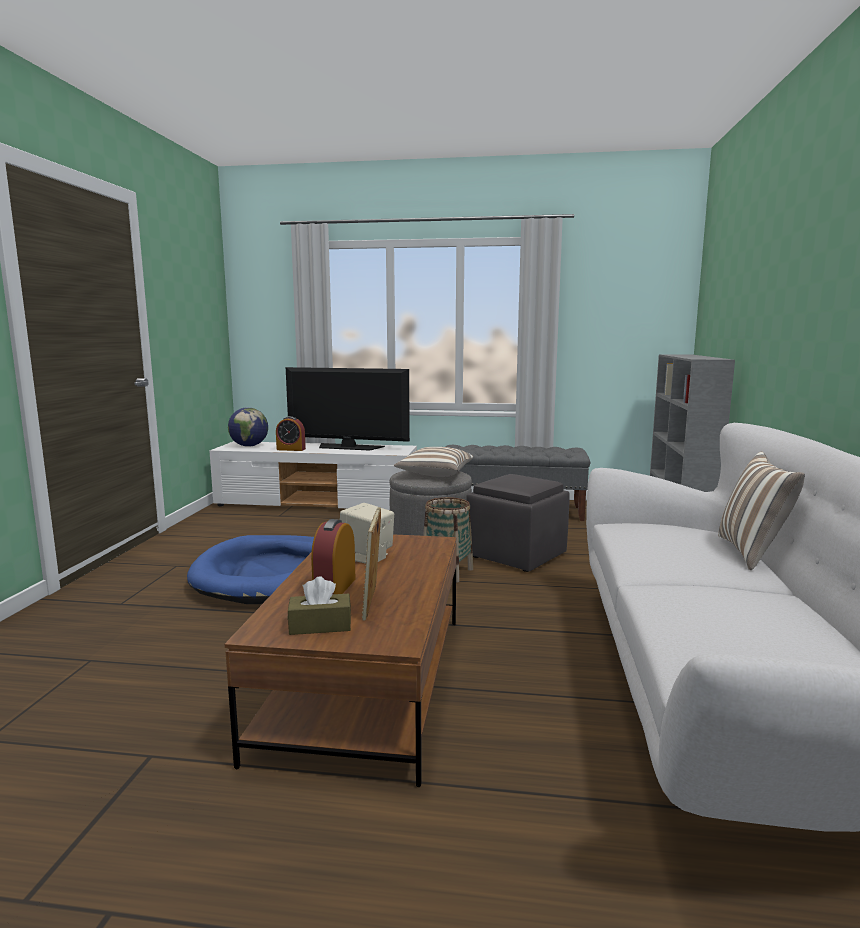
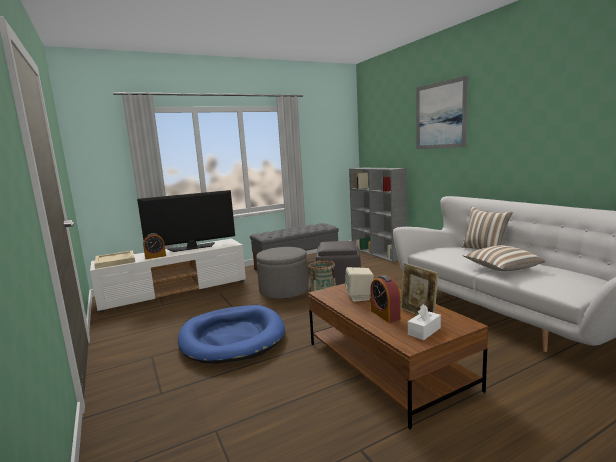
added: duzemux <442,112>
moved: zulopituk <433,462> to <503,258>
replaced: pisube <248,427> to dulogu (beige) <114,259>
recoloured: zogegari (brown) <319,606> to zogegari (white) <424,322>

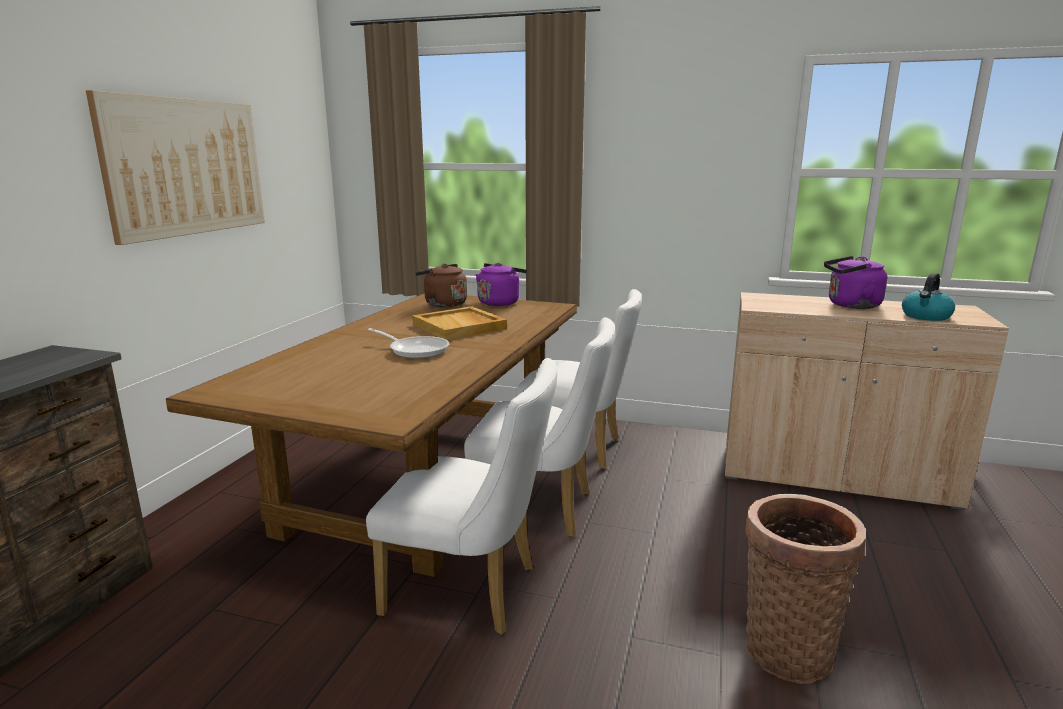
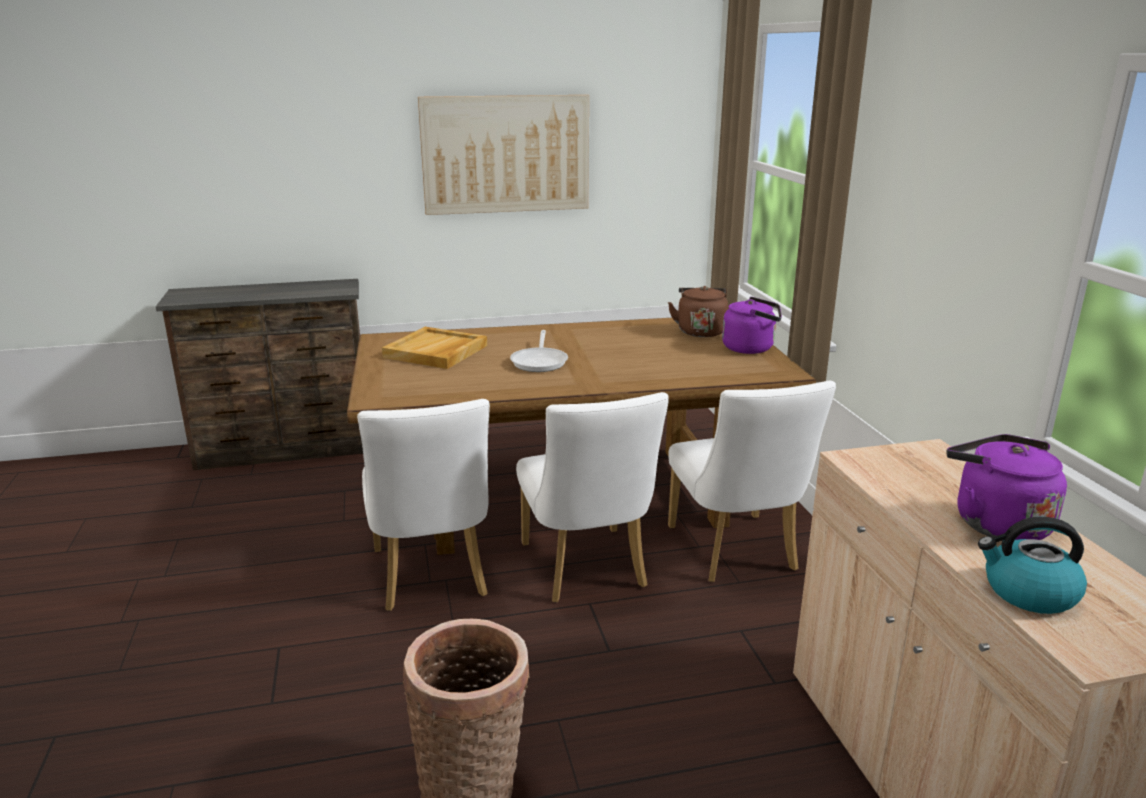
moved: dulogu (beige) <459,323> to <434,348>

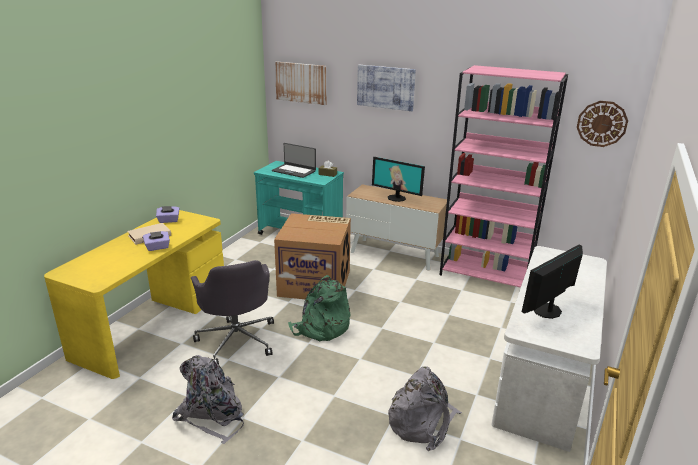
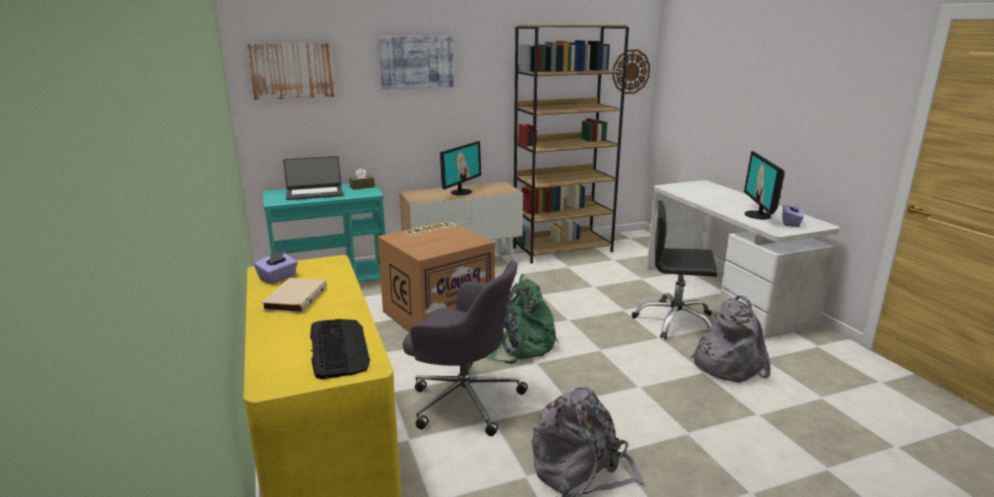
added: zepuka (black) <675,269>; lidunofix <340,349>
moved: zogegari (purple) <156,241> to <793,214>
recoloured: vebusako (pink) <504,176> to vebusako (brown) <571,144>
turned: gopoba <398,179> = <460,168> 45 degrees counterclockwise

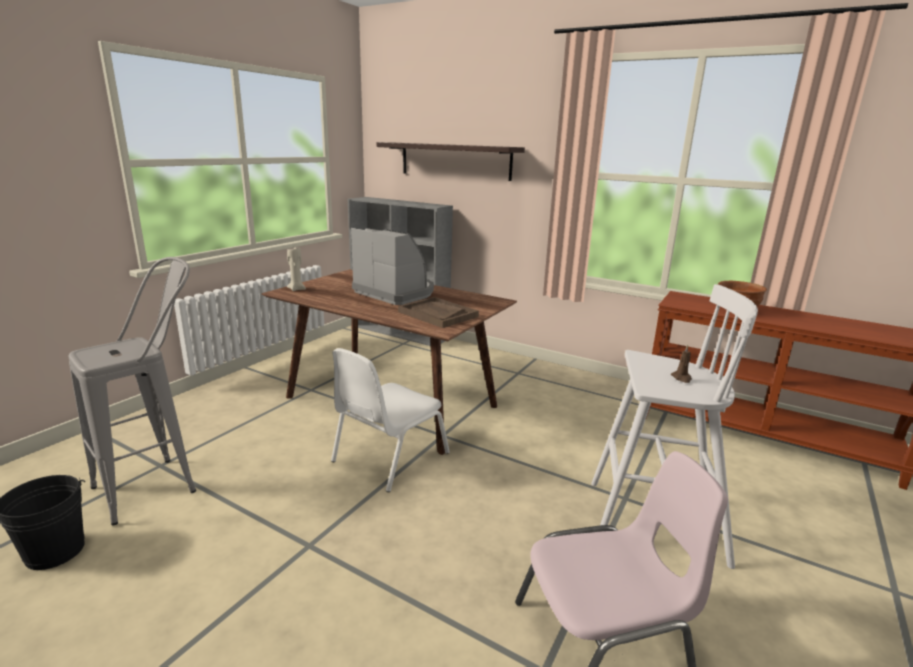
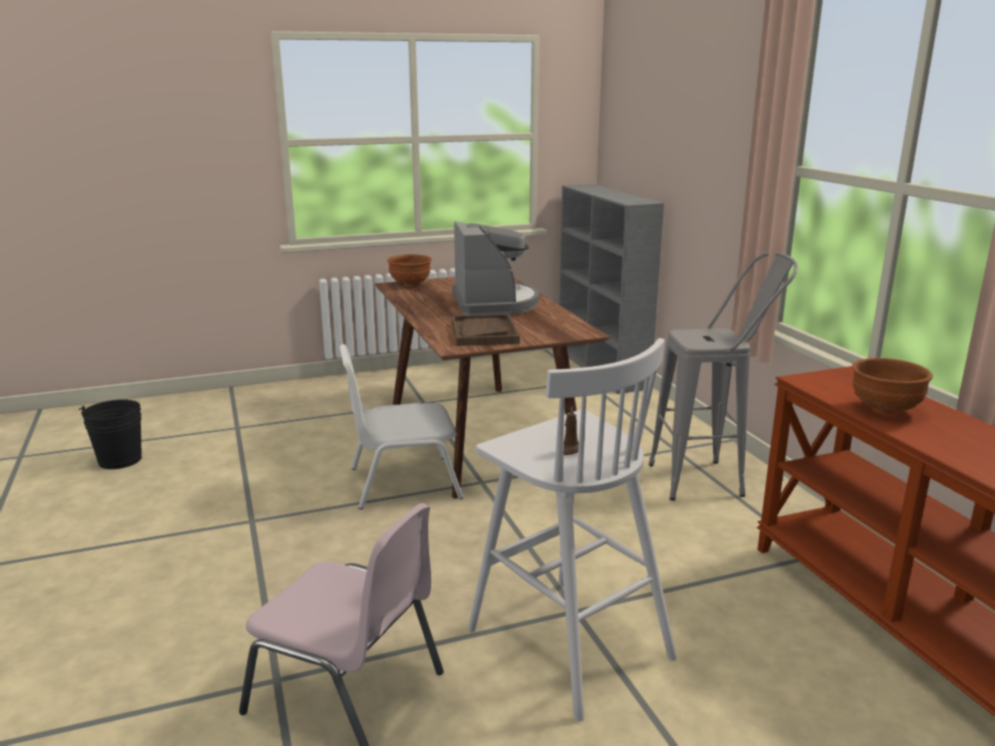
removed: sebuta <451,161>
moved: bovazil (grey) <132,391> to <723,376>
replaced: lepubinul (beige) <296,269> to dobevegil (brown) <409,270>

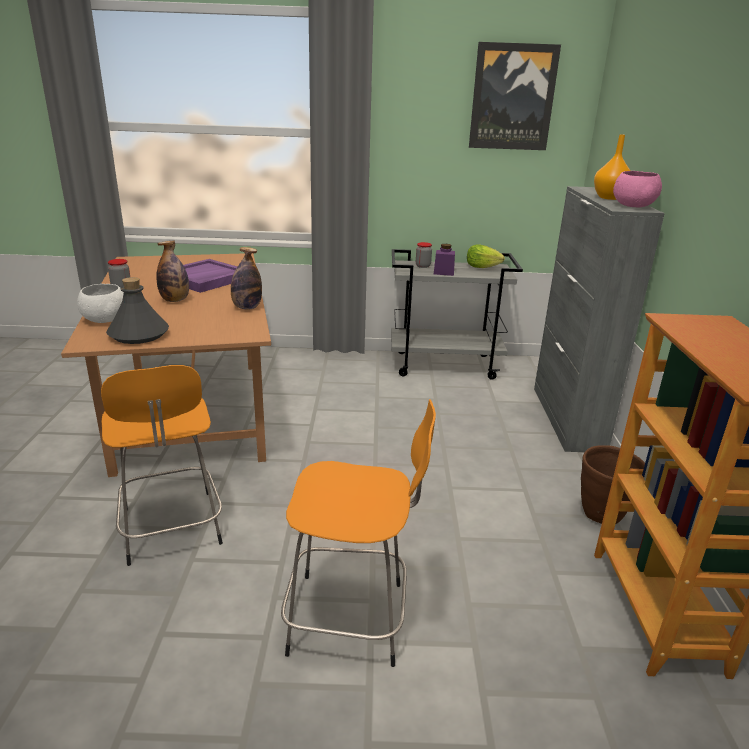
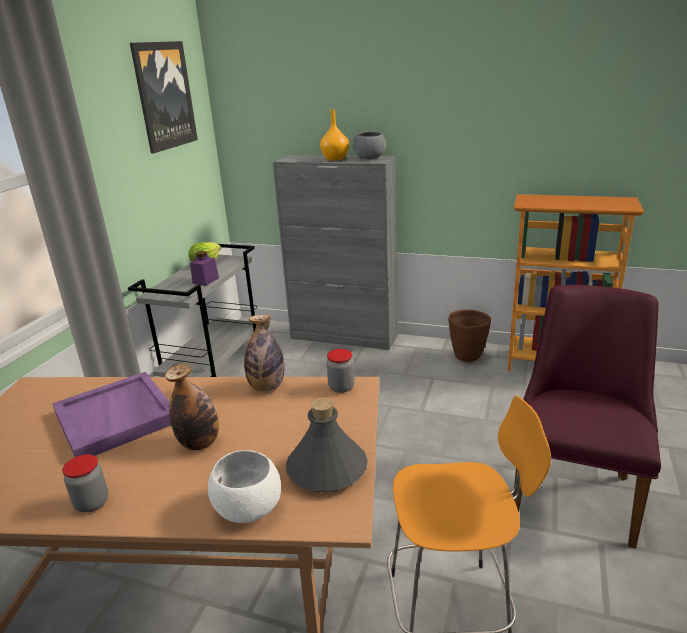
moved: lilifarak <424,255> to <340,371>
replaced: bovazil (orange) <358,533> to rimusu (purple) <587,417>
recoloured: dobevegil (pink) <637,189> to dobevegil (grey) <369,145>

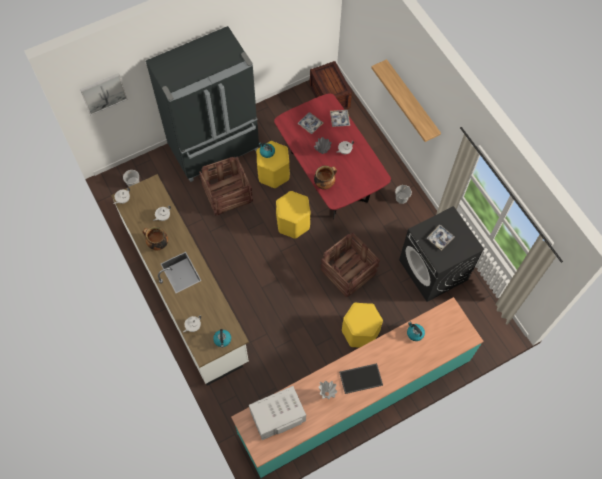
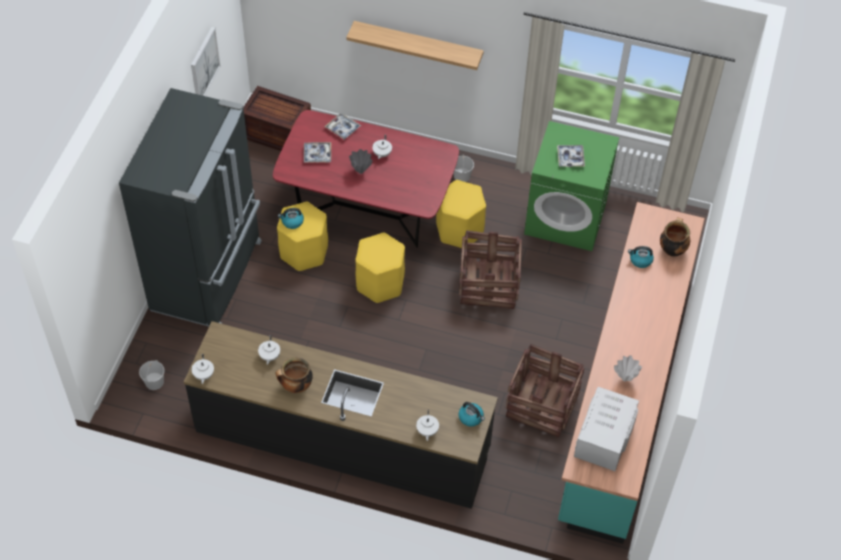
removed: dulogu <361,378>
moved: duzemux <104,94> to <205,61>; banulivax <226,186> to <545,390>; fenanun <325,178> to <675,237>; bovazil (yellow) <362,325> to <461,214>
recoloured: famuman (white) <180,279> to famuman (black) <341,415>; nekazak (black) <442,254> to nekazak (green) <571,186>

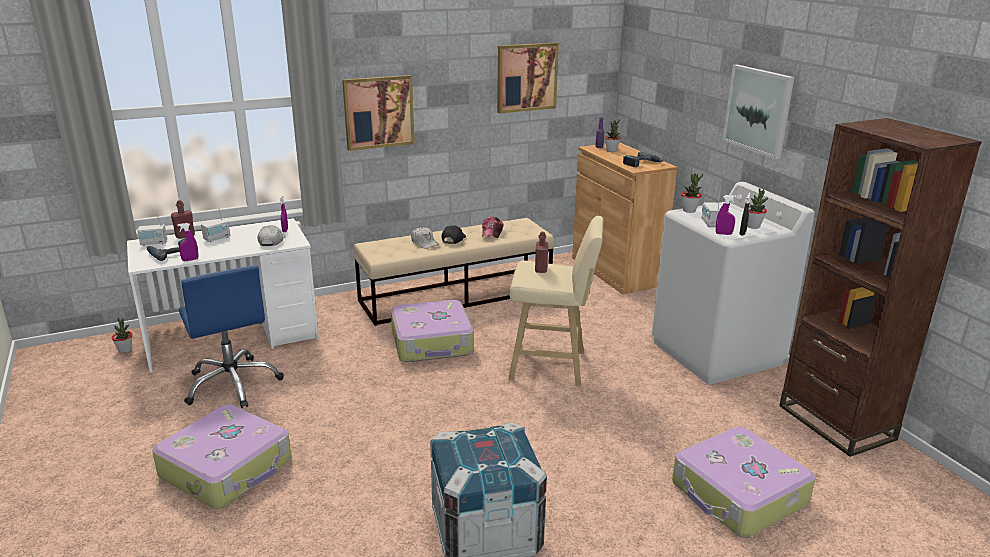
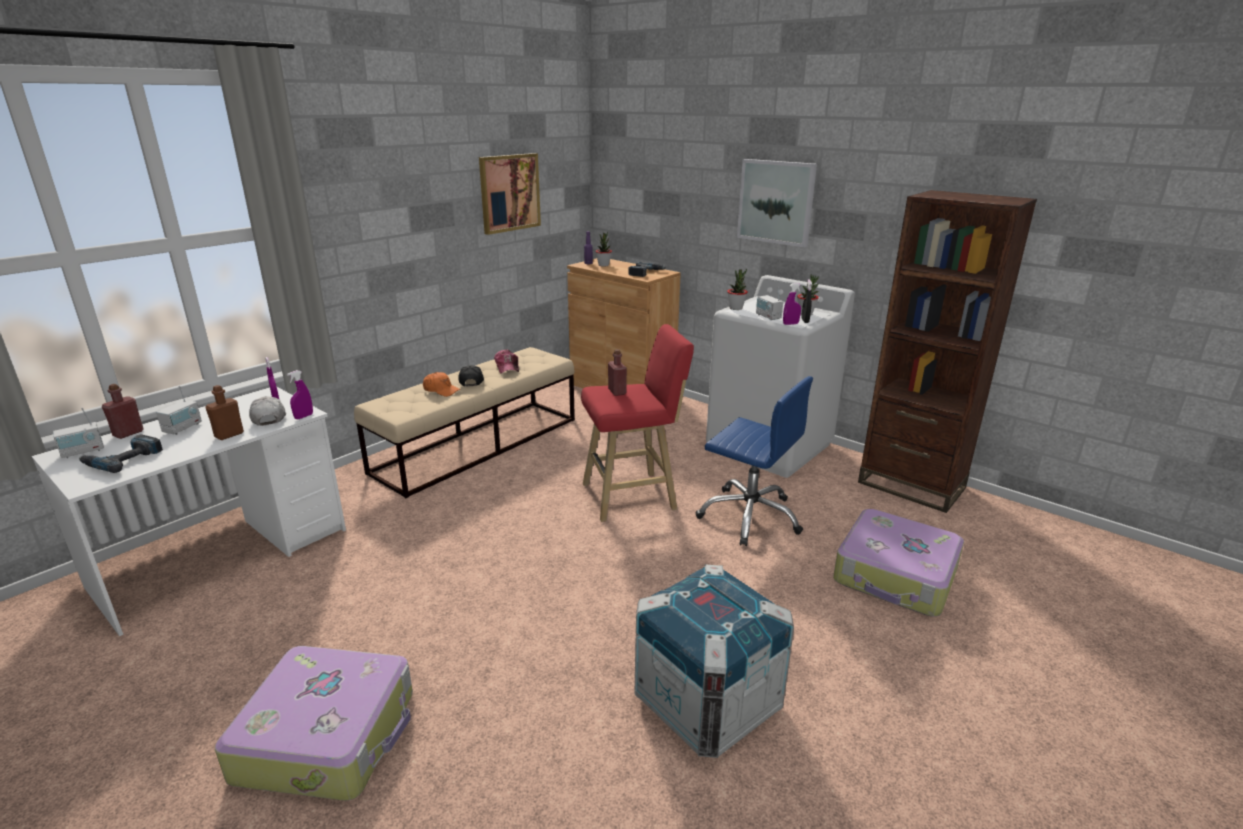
removed: duzemux <378,113>; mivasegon <432,331>; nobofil <122,335>
added: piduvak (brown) <224,412>
moved: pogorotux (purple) <187,242> to <300,394>; zepuka (blue) <231,336> to <754,461>
recoloured: bovazil (beige) <556,301> to bovazil (red) <637,423>; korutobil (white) <425,238> to korutobil (orange) <442,384>

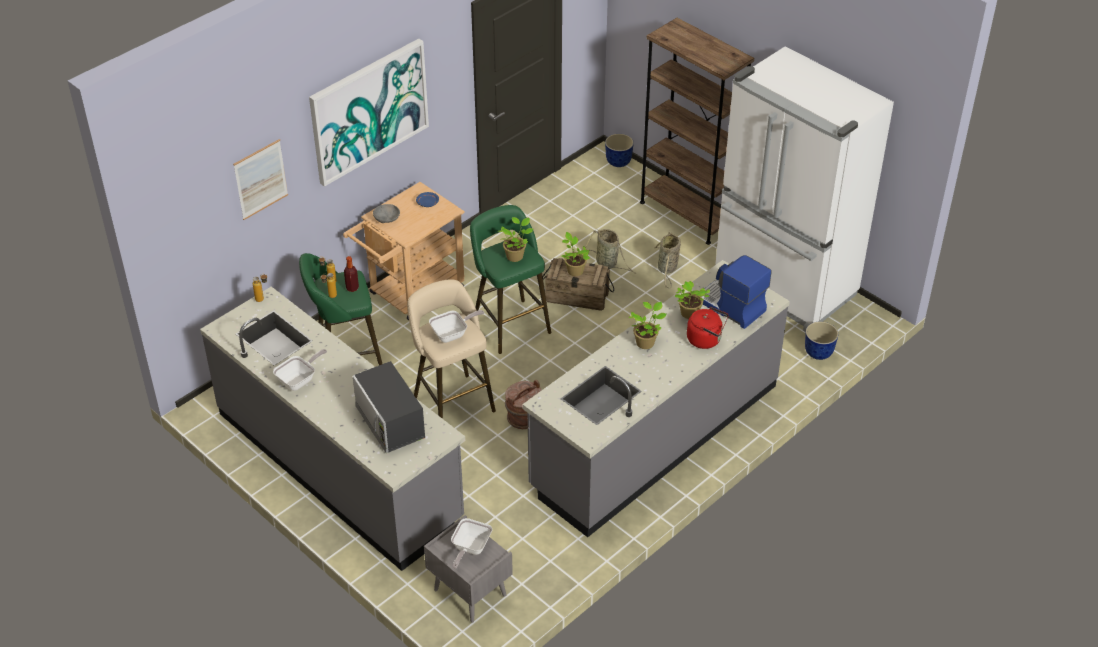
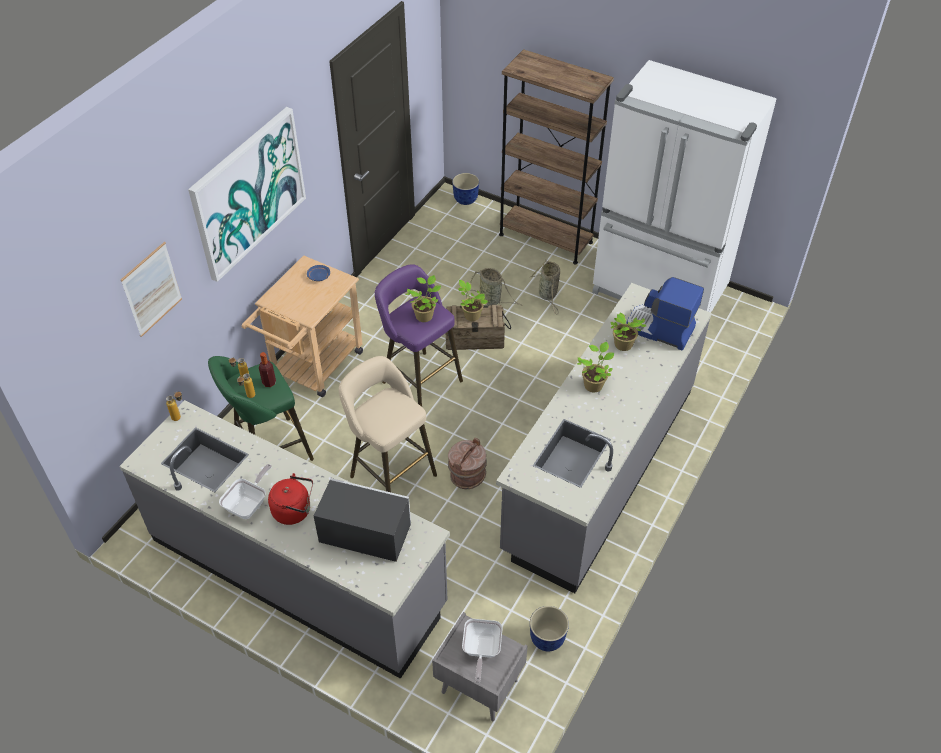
removed: dobevegil (grey) <386,213>; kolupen <456,326>
moved: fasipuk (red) <707,328> to <290,499>; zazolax <821,340> to <549,629>
recoloured: bovazil (green) <510,279> to bovazil (purple) <419,335>
turned: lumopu <389,407> = <362,520> 150 degrees clockwise

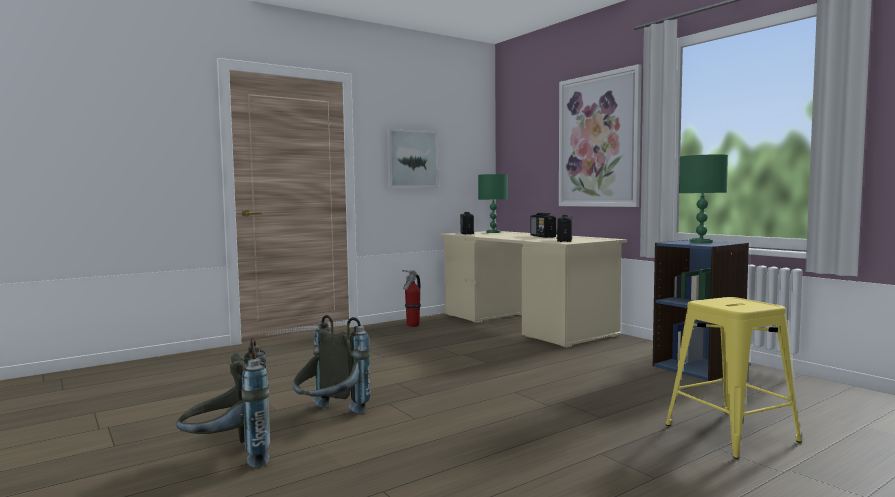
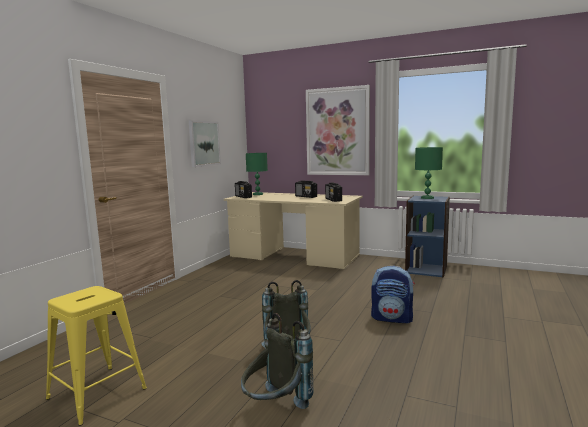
removed: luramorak <411,298>
added: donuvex <393,295>
moved: bovazil (yellow) <734,378> to <96,356>

